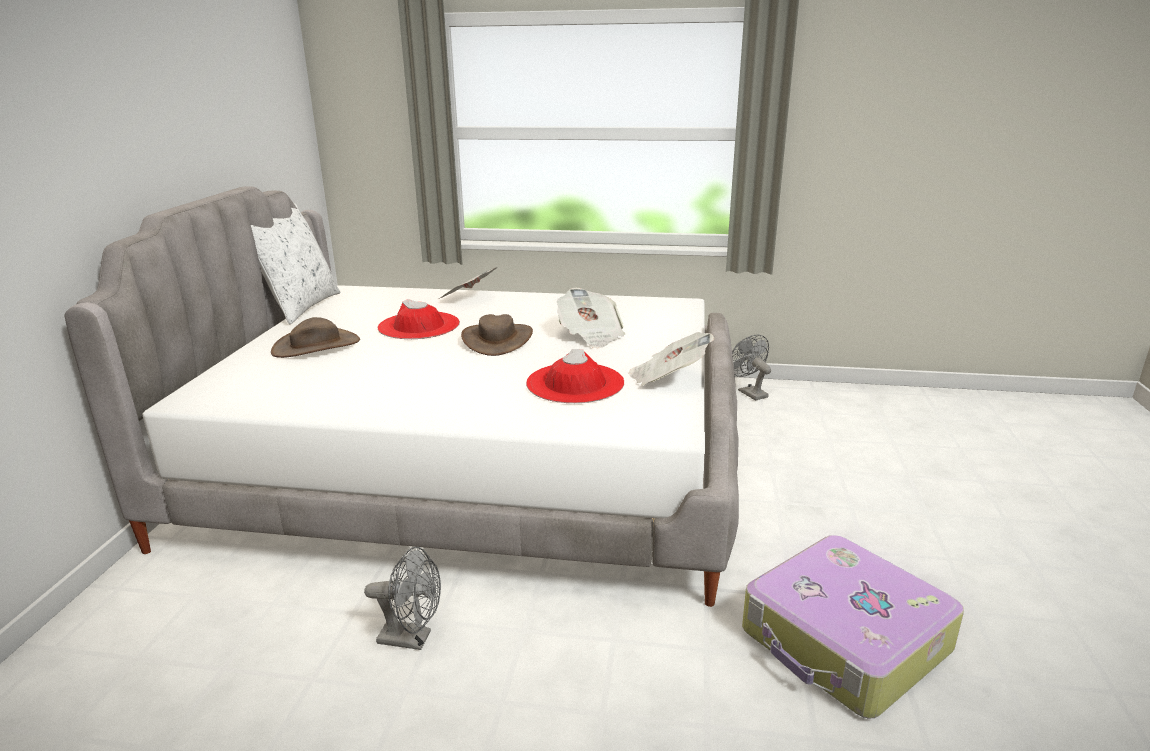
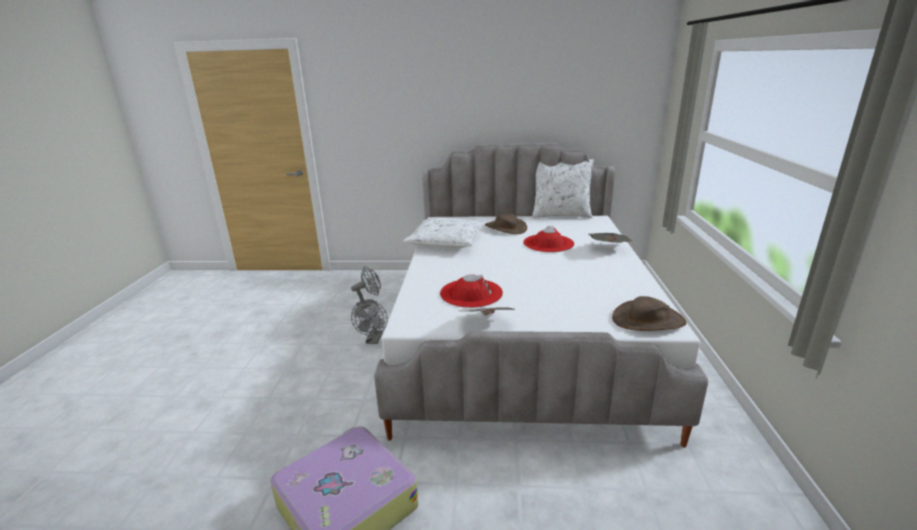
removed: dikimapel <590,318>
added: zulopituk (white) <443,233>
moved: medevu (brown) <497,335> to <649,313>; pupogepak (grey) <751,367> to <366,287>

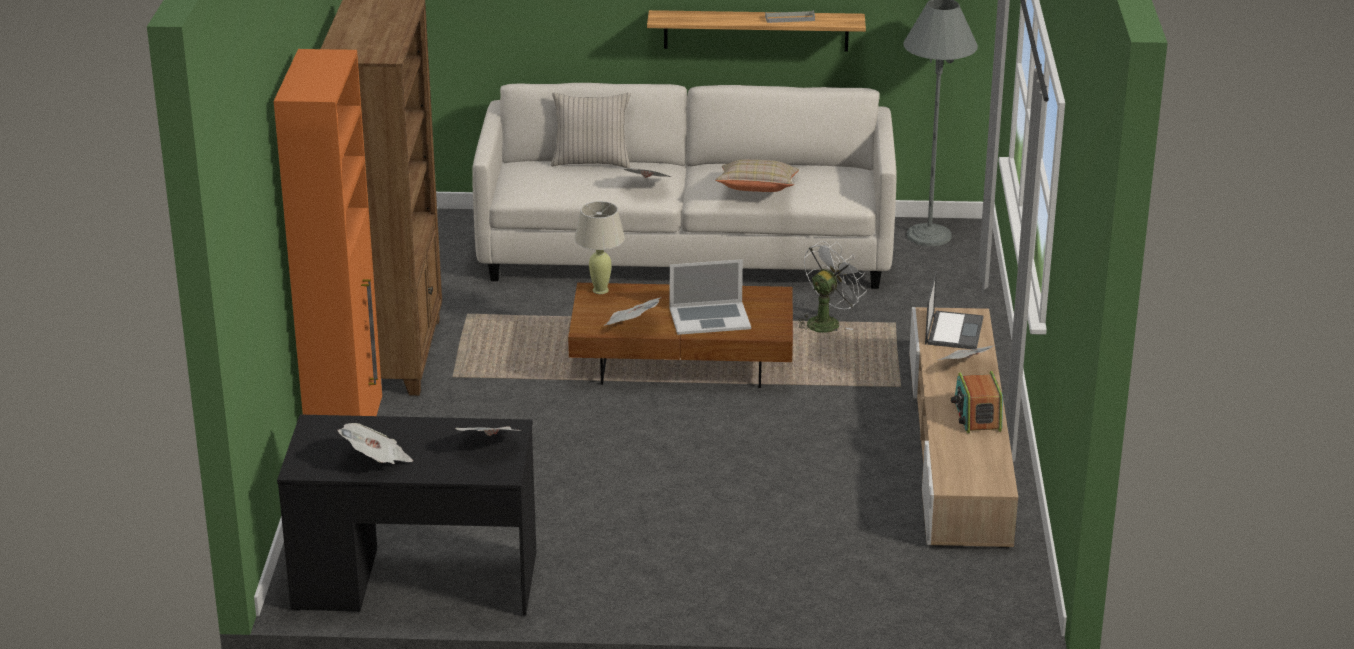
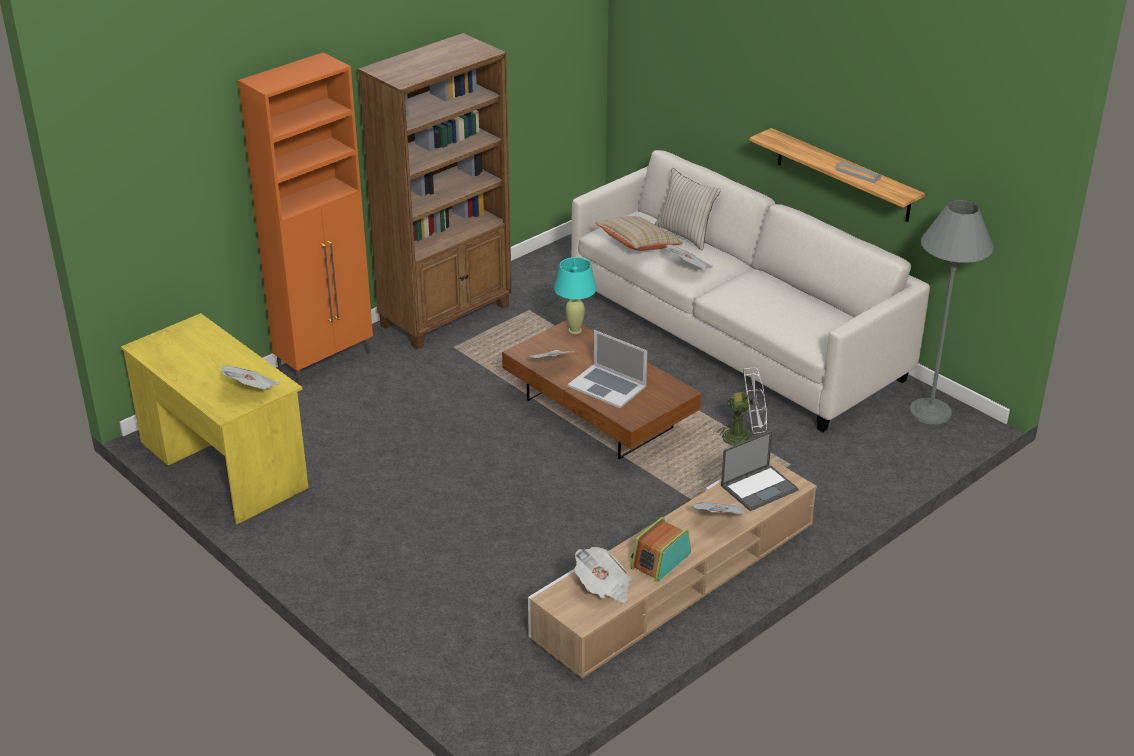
moved: zulopituk (beige) <757,175> to <639,233>; dikimapel <375,443> to <603,575>
recoloured: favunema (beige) <599,247> to favunema (turquoise) <575,295>; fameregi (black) <406,515> to fameregi (yellow) <215,418>

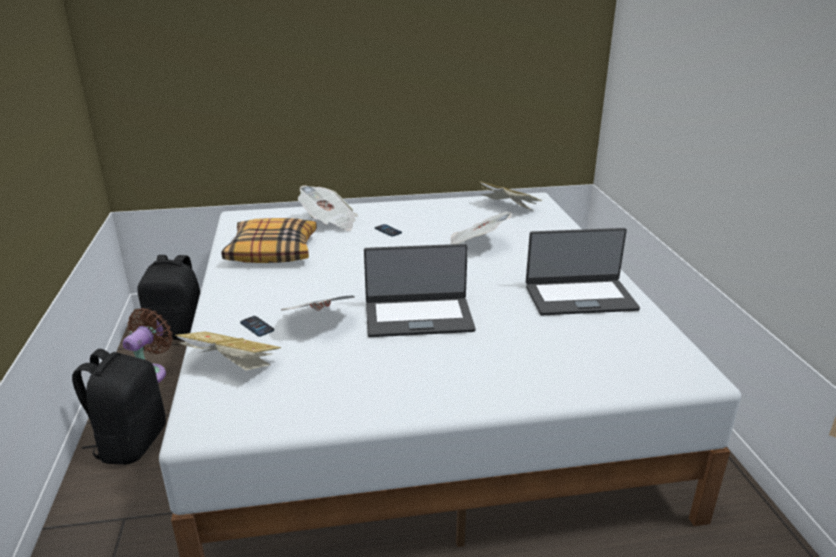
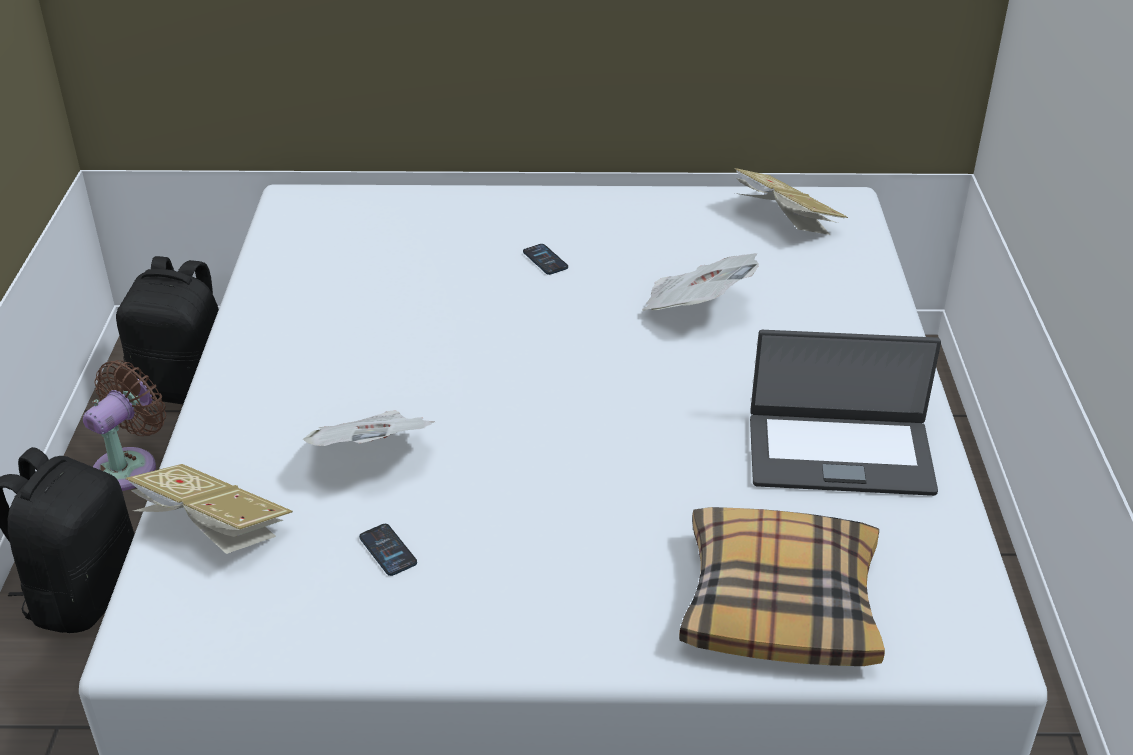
removed: dikimapel <328,208>; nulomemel <420,290>
moved: zulopituk <269,240> to <782,586>; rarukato <257,326> to <388,550>

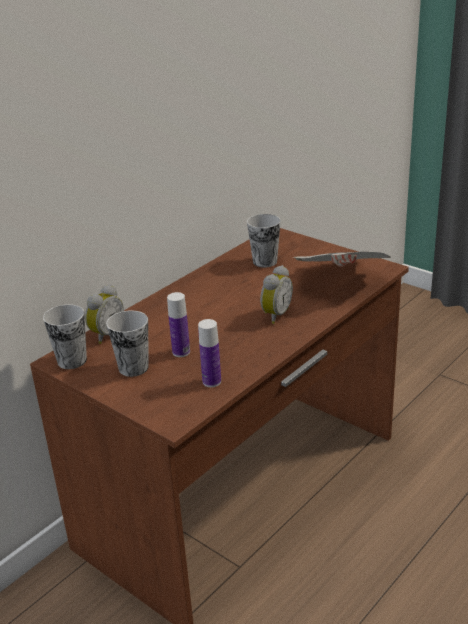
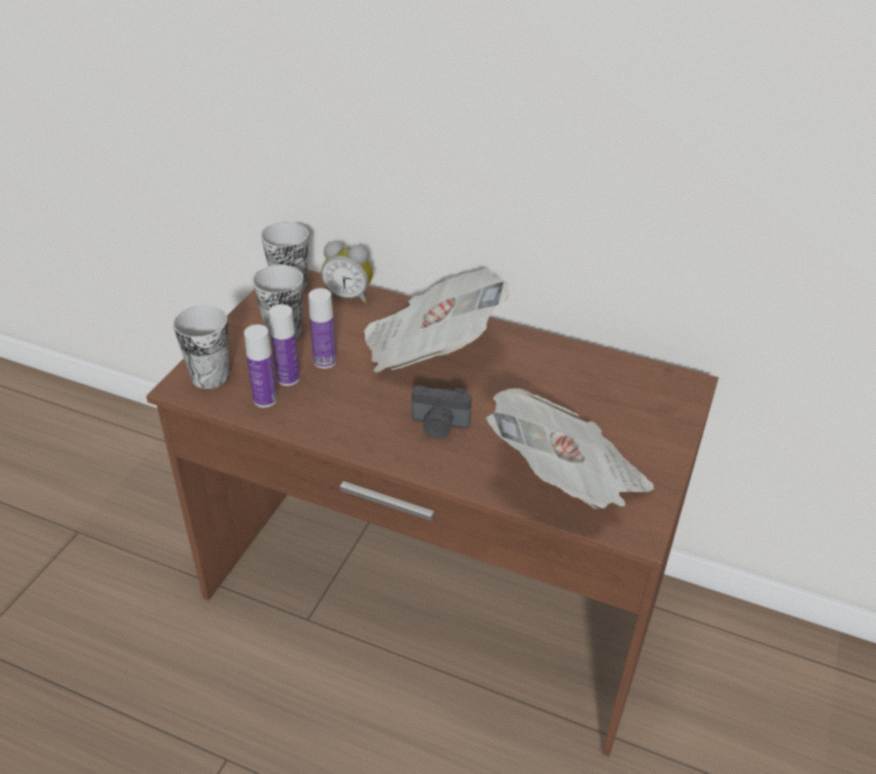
added: dikimapel <436,320>; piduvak <284,345>
moved: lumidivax <264,240> to <201,347>
replaced: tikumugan <276,294> to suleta <442,411>

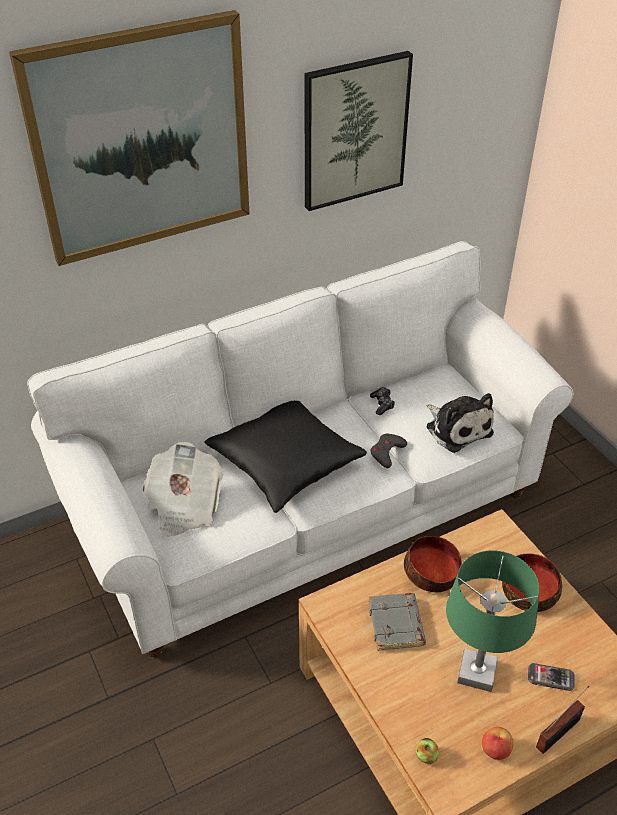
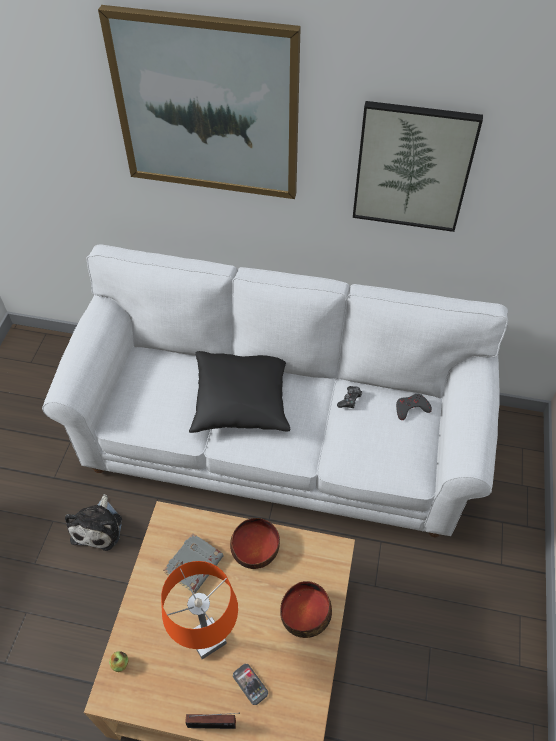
removed: dikimapel <183,489>; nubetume <498,743>
moved: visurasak <460,423> to <93,522>; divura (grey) <388,451> to <414,407>
recoloured: favunema (green) <492,621> to favunema (orange) <199,610>

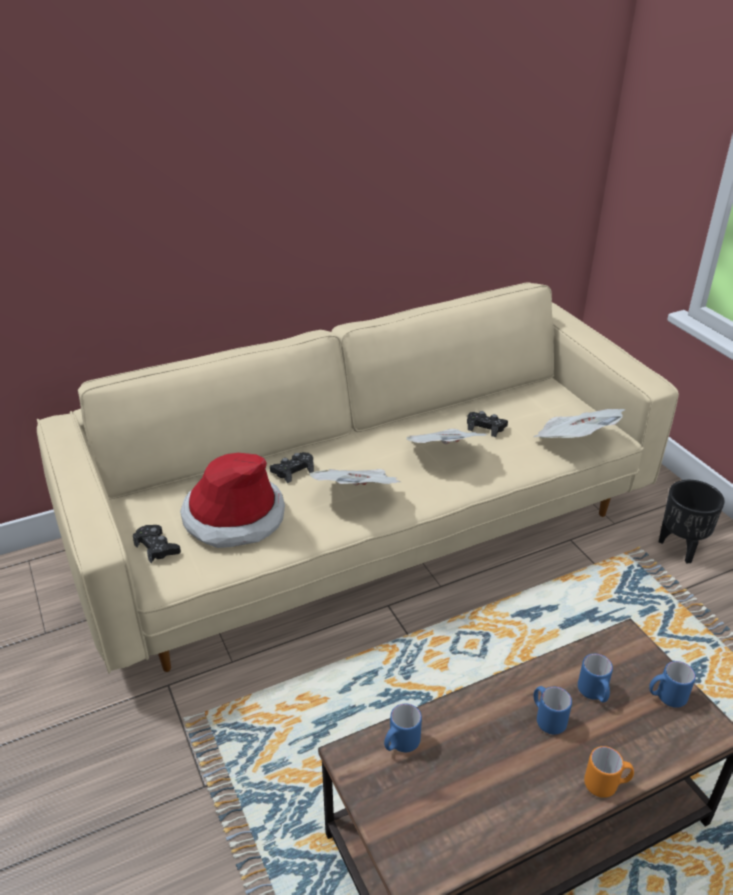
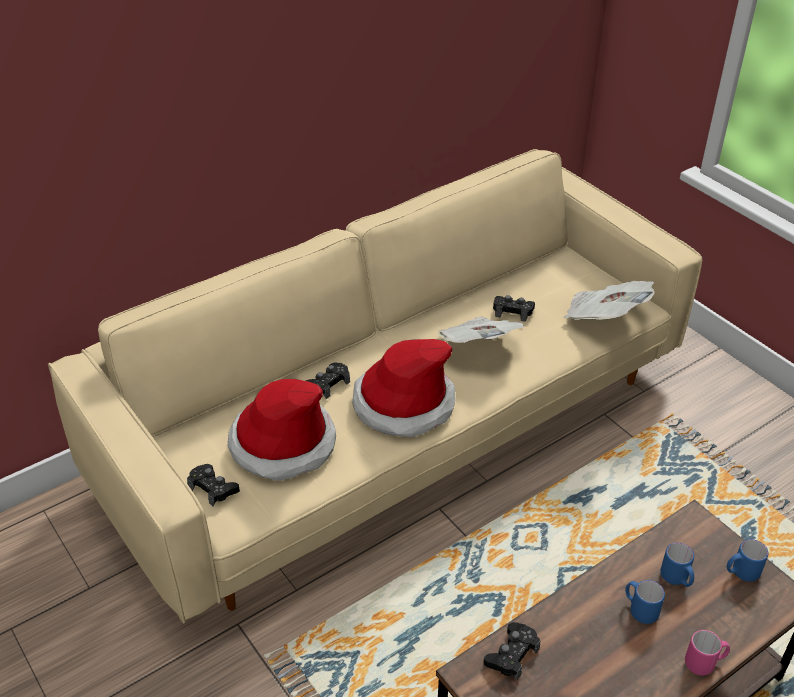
removed: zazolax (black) <692,521>
replaced: dikimapel <355,477> to medevu <404,388>; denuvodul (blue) <403,727> to divura (black) <512,651>
recoloured: denuvodul (orange) <609,772> to denuvodul (pink) <707,653>

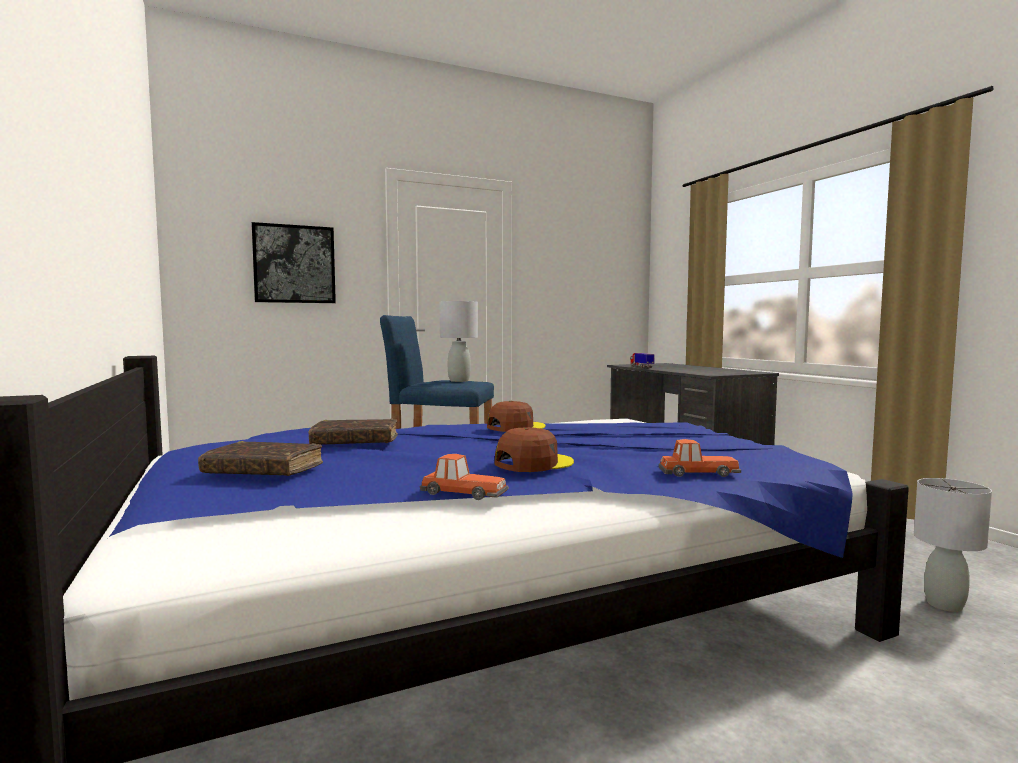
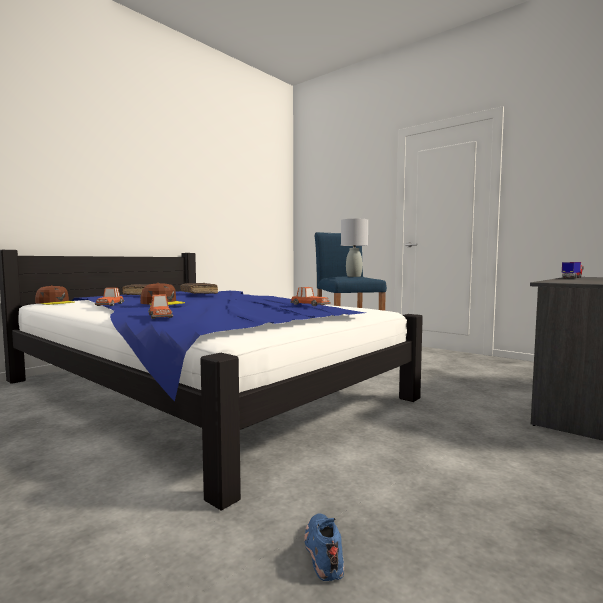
removed: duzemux <294,262>
added: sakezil <310,296>
moved: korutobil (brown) <516,416> to <55,295>
replaced: favunema (grey) <953,545> to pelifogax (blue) <324,547>

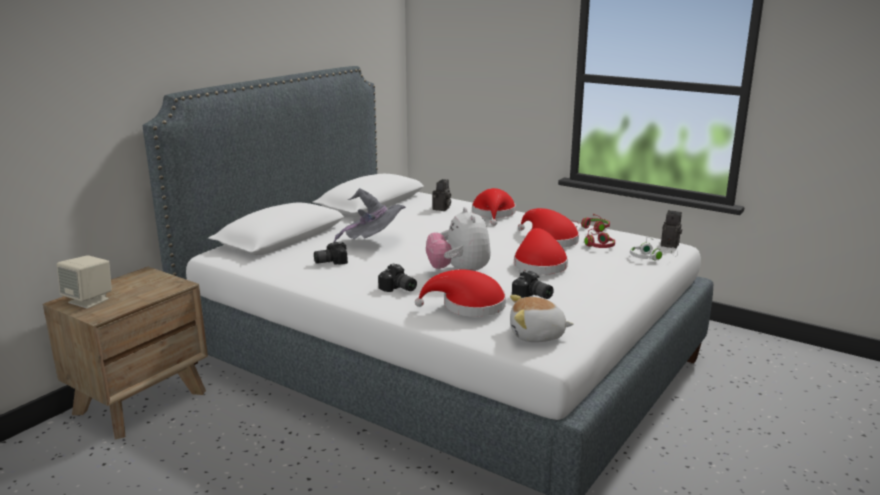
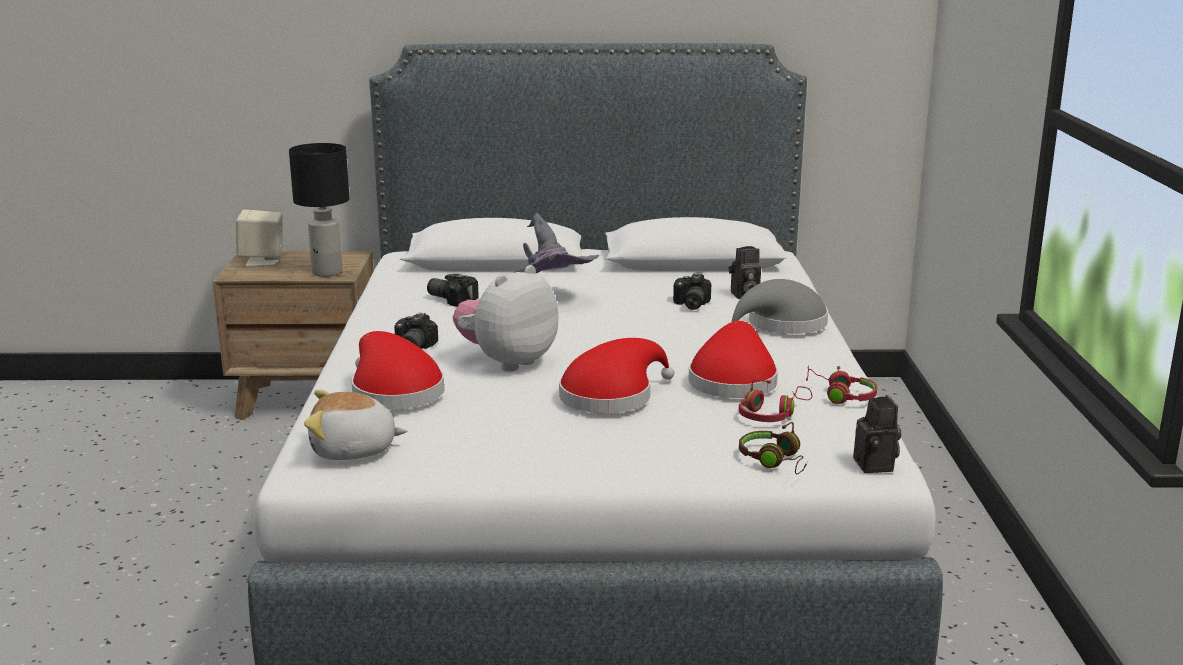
added: favunema (black) <319,210>
moved: suleta <533,284> to <692,291>
recoloured: medevu (red) <494,207> to medevu (grey) <780,306>; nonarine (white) <654,248> to nonarine (brown) <773,448>
turned: visurasak <542,318> = <355,425> 60 degrees counterclockwise

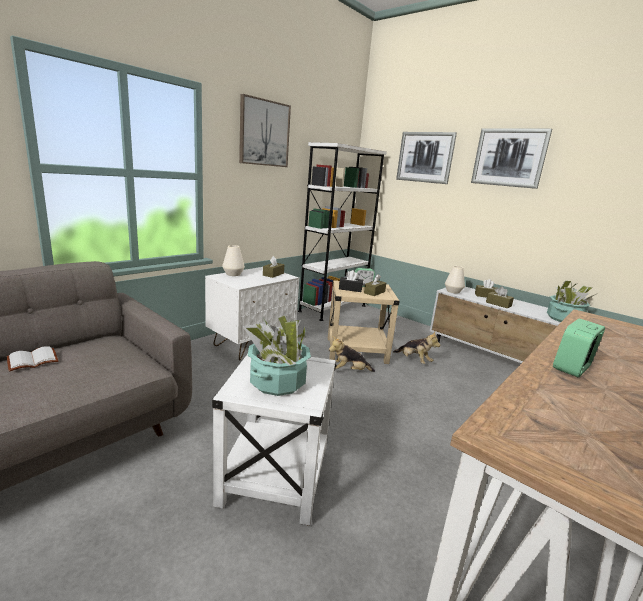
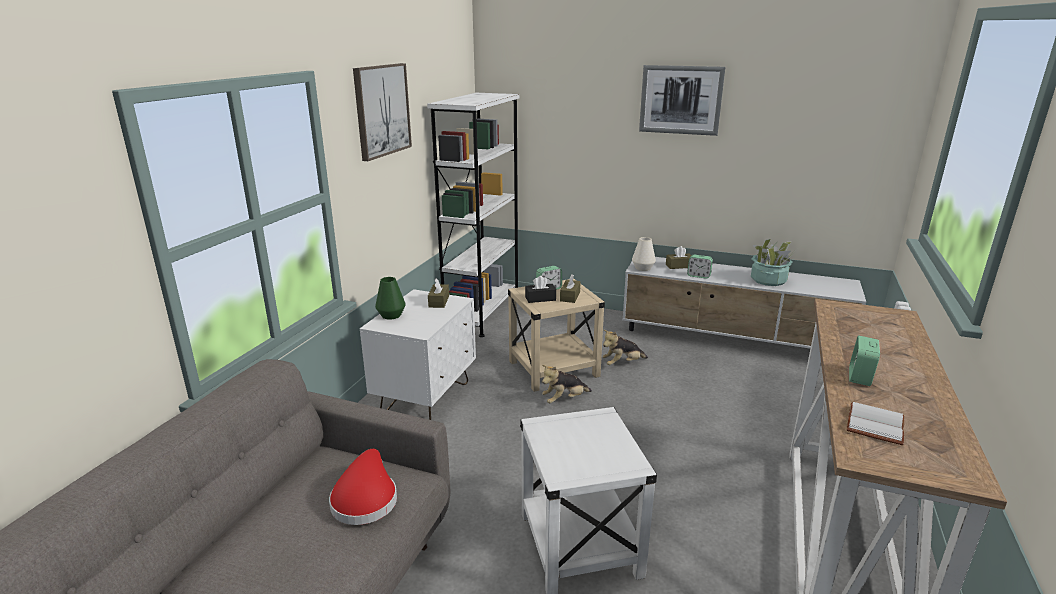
removed: duzemux <426,158>; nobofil <277,355>
added: medevu (red) <363,487>
moved: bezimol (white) <32,359> to <875,423>
replaced: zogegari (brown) <500,298> to tikumugan <700,267>
recoloured: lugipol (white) <233,260> to lugipol (green) <390,298>
turned: visurasak <416,348> = <625,347> 135 degrees clockwise

